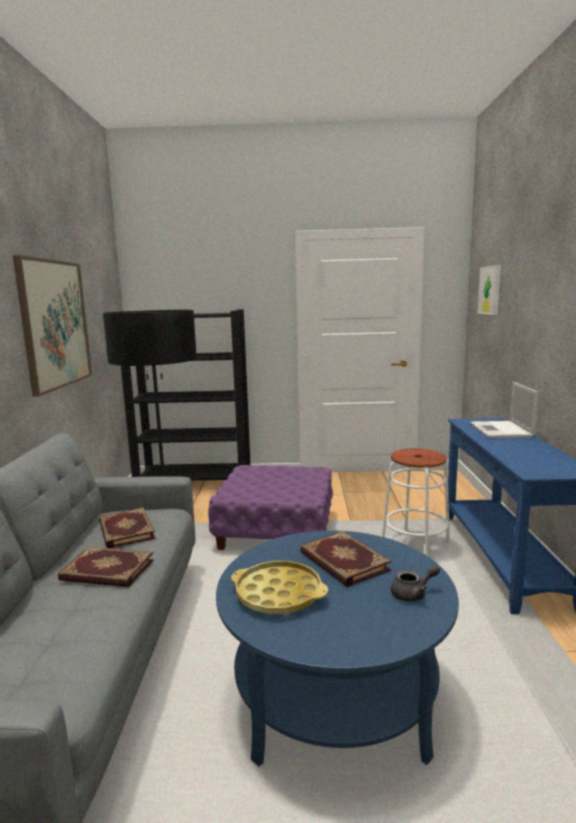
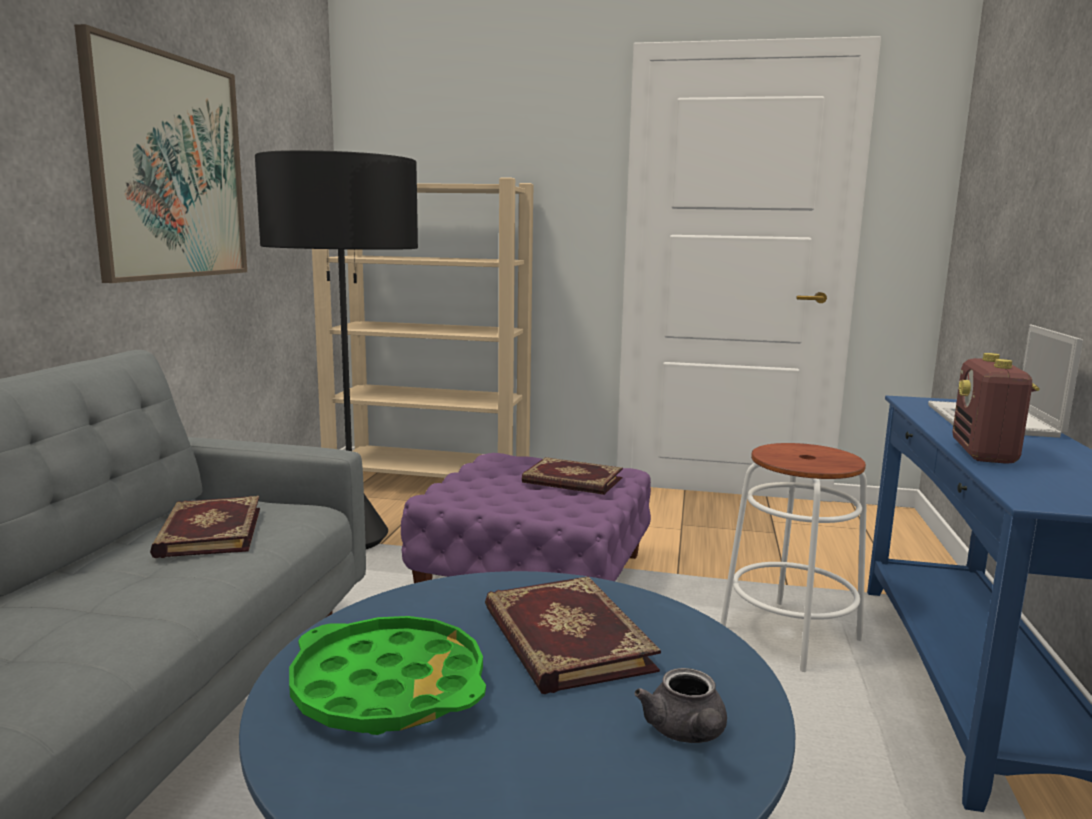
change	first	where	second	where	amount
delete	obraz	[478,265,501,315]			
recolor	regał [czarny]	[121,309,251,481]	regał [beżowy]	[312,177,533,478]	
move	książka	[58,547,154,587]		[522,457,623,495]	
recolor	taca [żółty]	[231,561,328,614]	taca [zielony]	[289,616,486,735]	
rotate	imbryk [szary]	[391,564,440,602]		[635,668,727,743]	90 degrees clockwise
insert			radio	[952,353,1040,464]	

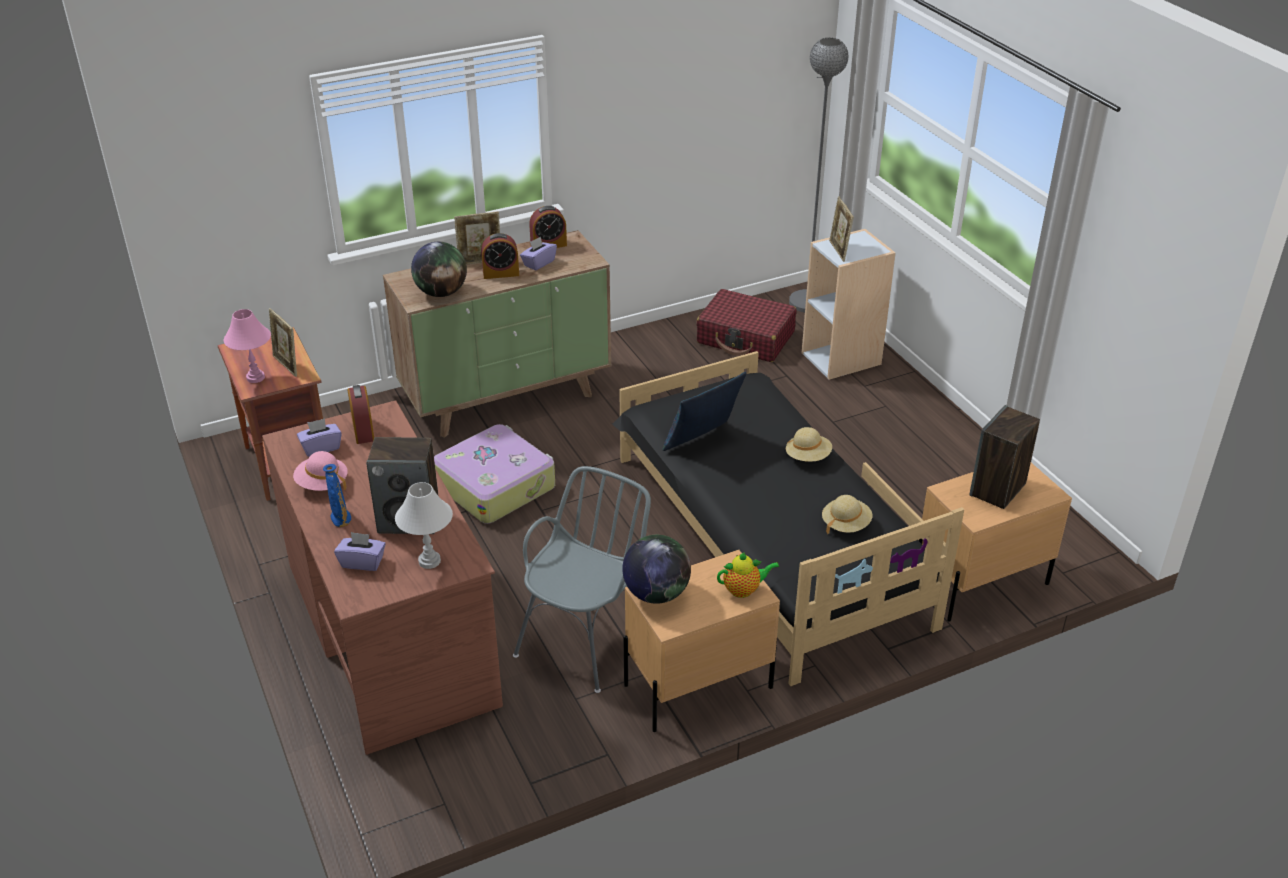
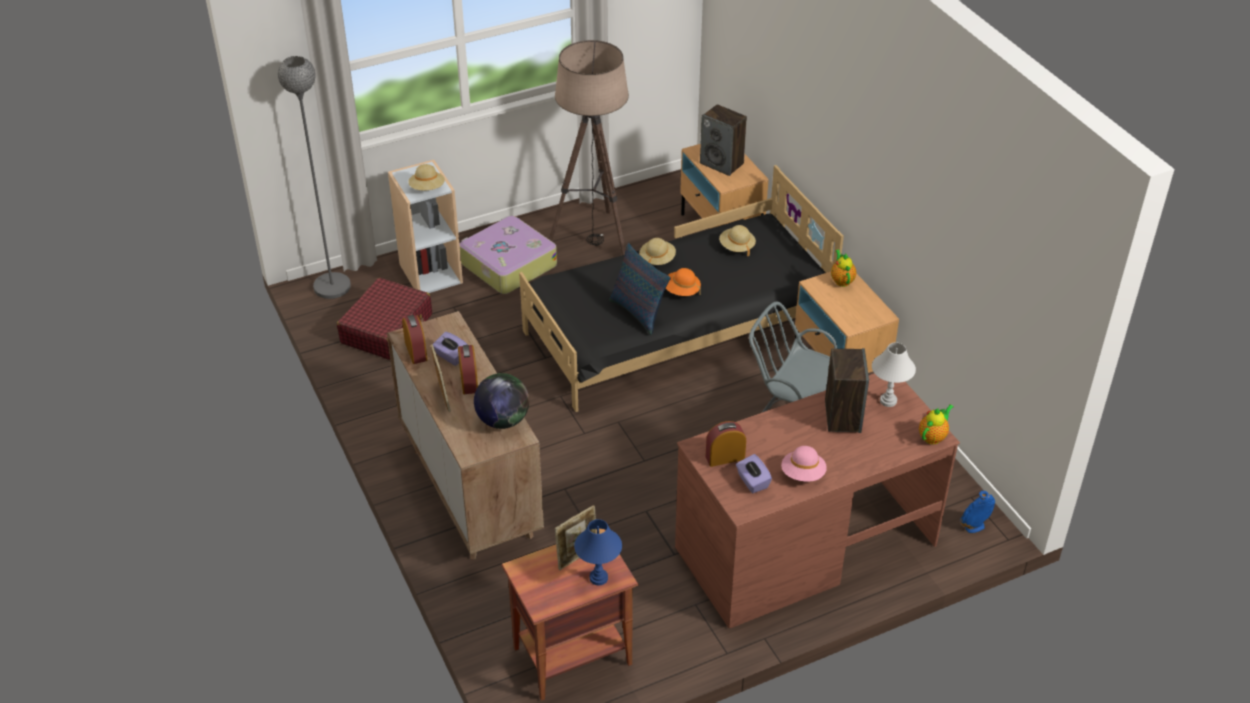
change	first	where	second	where	amount
replace	ramka na zdjęcie	[829,196,854,262]	kapelusz [beżowy]	[408,164,445,191]	
recolor	lampa stołowa [różowy]	[224,309,271,383]	lampa stołowa [niebieski]	[574,519,622,586]	
move	walizka	[434,424,555,524]		[460,216,557,294]	
move	wazon [niebieski]	[323,464,351,527]		[960,491,995,533]	
delete	pudełko chusteczek [fioletowy]	[334,532,386,571]			
delete	globus	[622,535,691,604]			
insert			lampa stojąca	[549,40,629,255]	
insert			kapelusz [pomarańczowy]	[666,268,701,296]	
insert			imbryk	[919,404,954,445]	

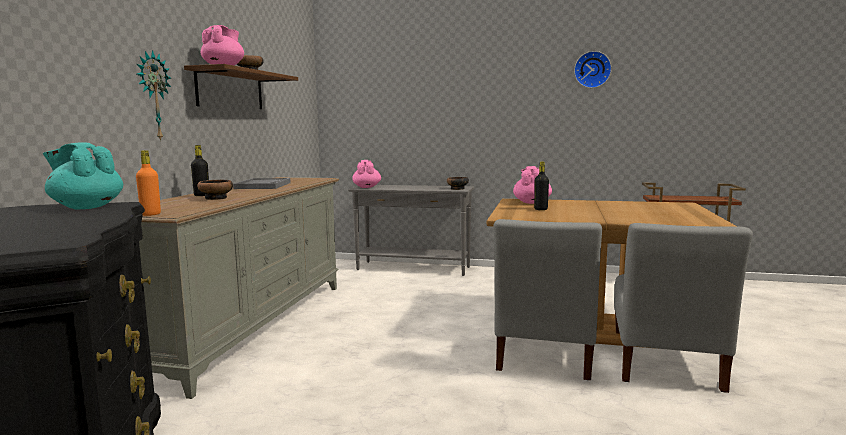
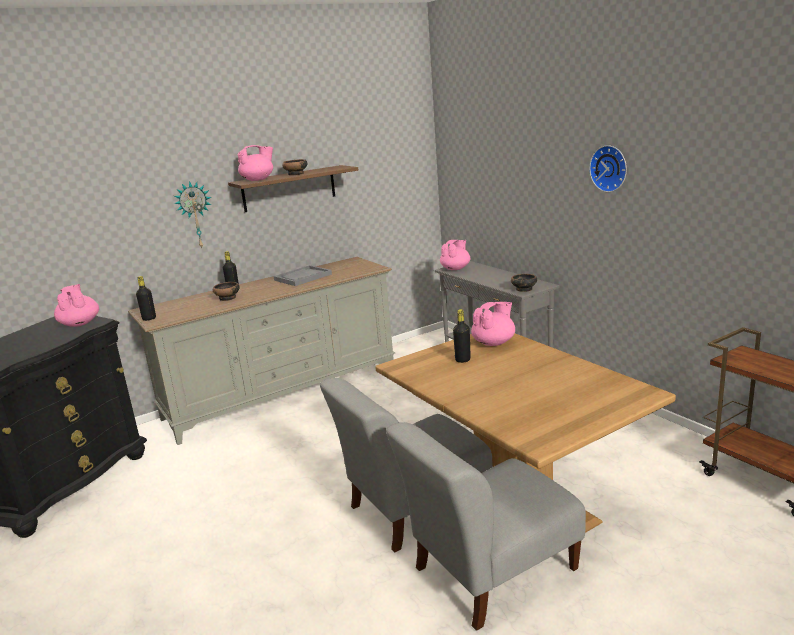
change	first	where	second	where	amount
move	zegar ścienny	[574,51,612,88]		[589,145,627,192]	
recolor	imbryk [turkusowy]	[43,142,123,209]	imbryk [różowy]	[54,284,99,327]	
recolor	butelka [pomarańczowy]	[136,150,161,216]	butelka [czarny]	[136,276,156,321]	

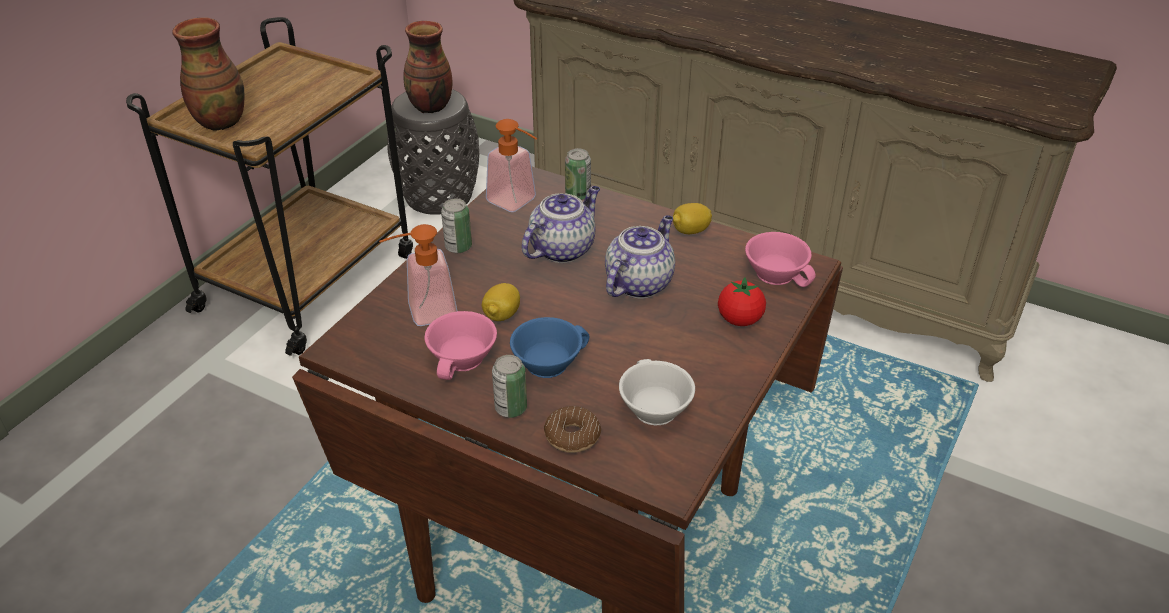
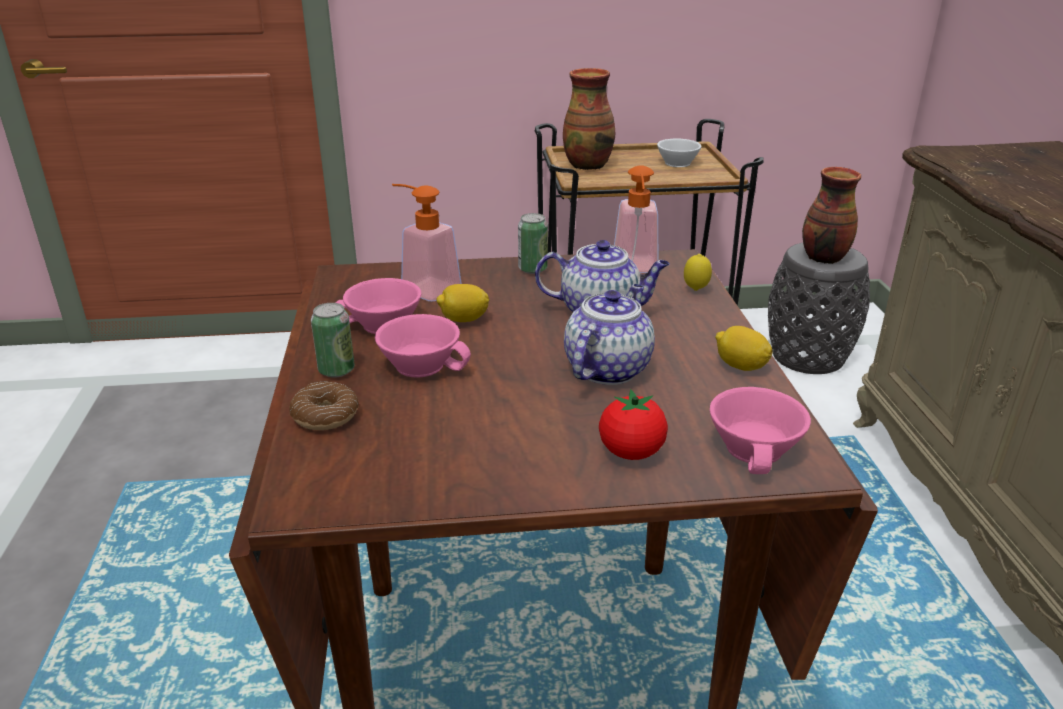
change	first	where	second	where	amount
replace	puszka	[565,148,591,200]	cytryna	[684,254,712,291]	
rotate	imbryk	[605,215,675,299]		[564,284,655,385]	60 degrees counterclockwise
recolor	filiżanka [niebieski]	[510,317,590,378]	filiżanka [różowy]	[375,314,471,378]	
move	filiżanka [biały]	[619,359,695,425]		[657,139,702,167]	

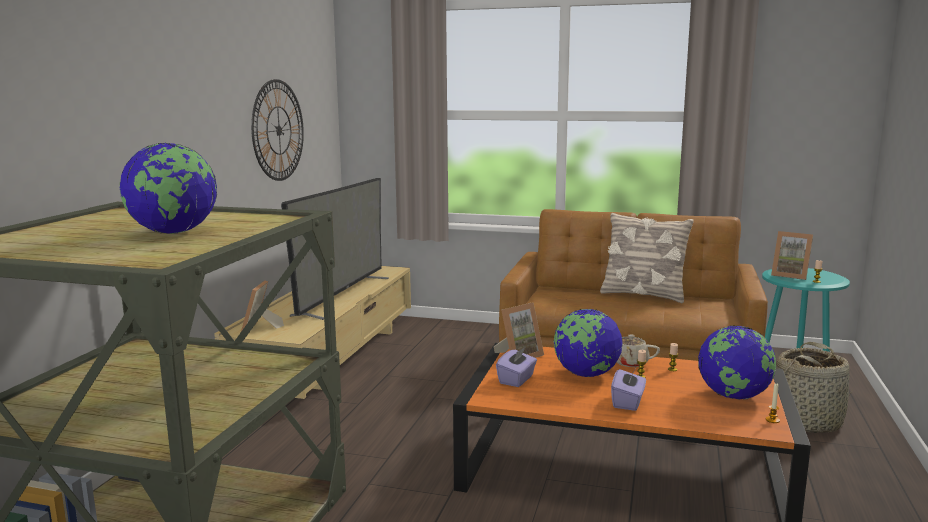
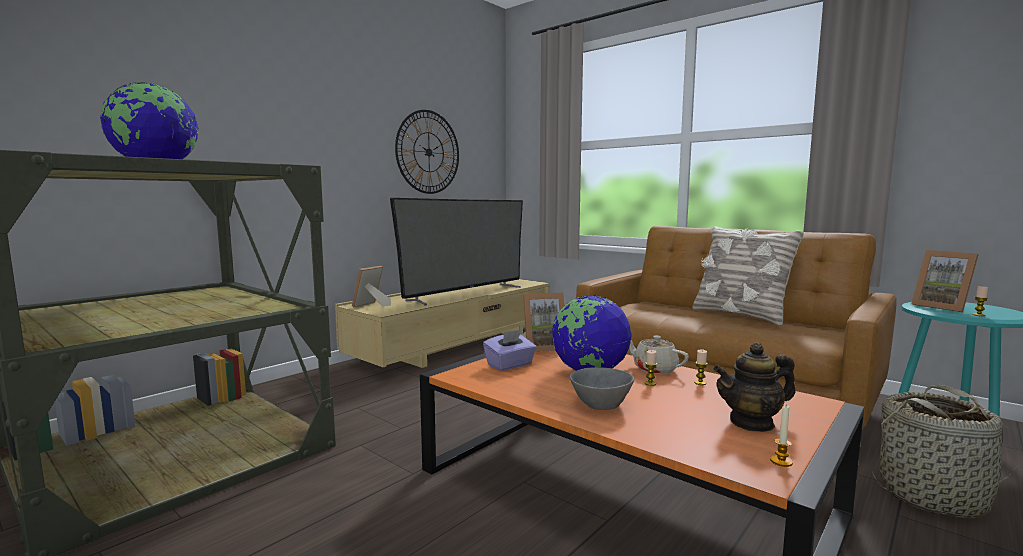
change	first	where	second	where	amount
replace	globus	[698,325,776,400]	imbryk	[713,343,796,432]	
replace	pudełko chusteczek [fioletowy]	[611,366,646,411]	miska [szary]	[570,367,634,410]	

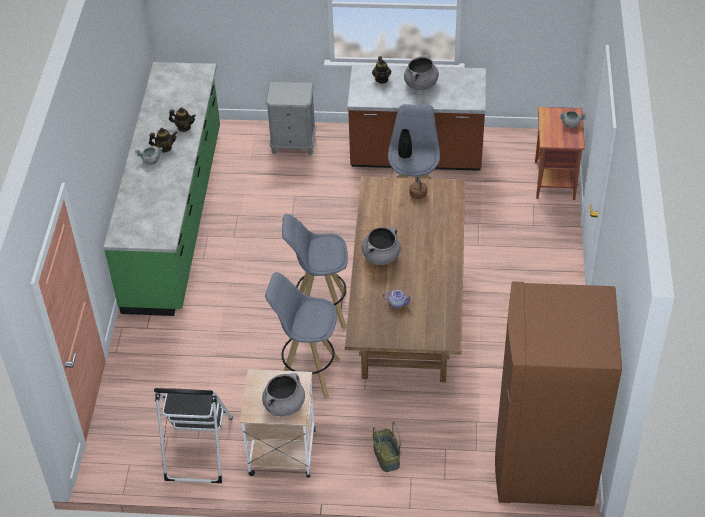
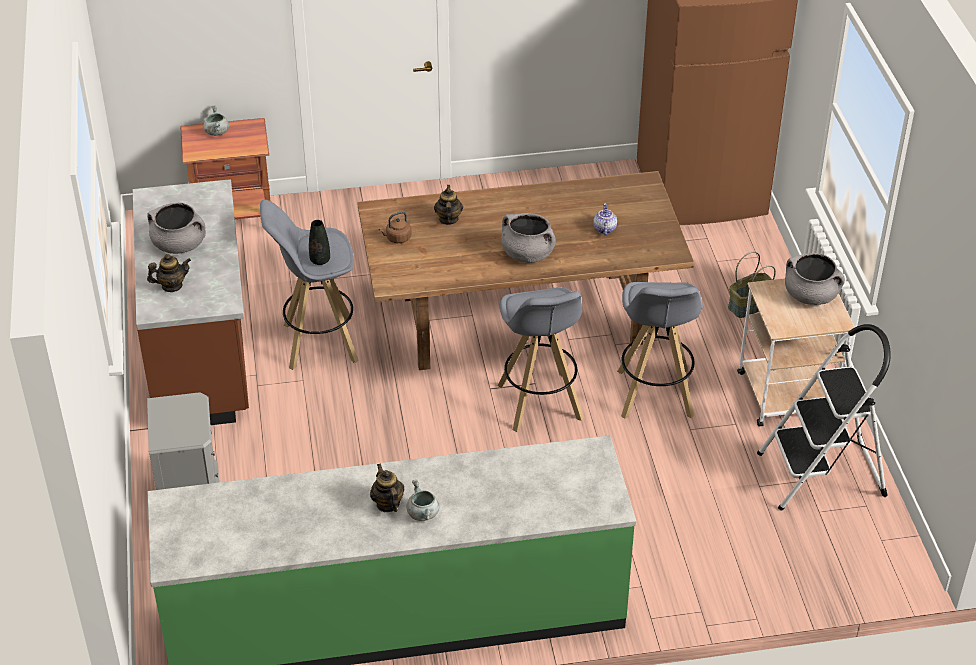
change	first	where	second	where	amount
move	imbryk	[169,107,196,132]		[434,185,463,225]	

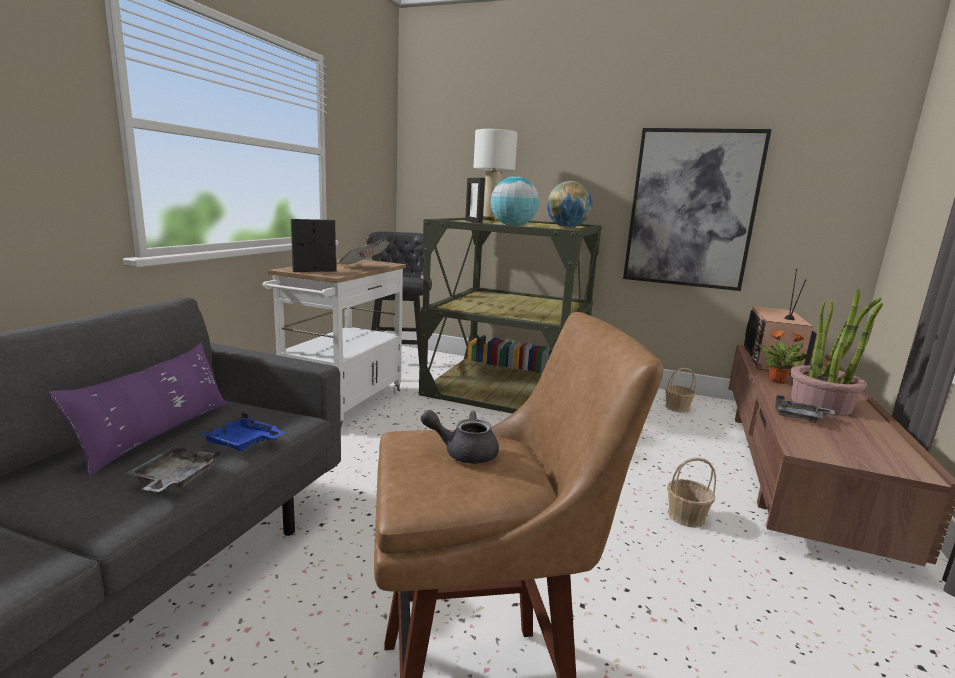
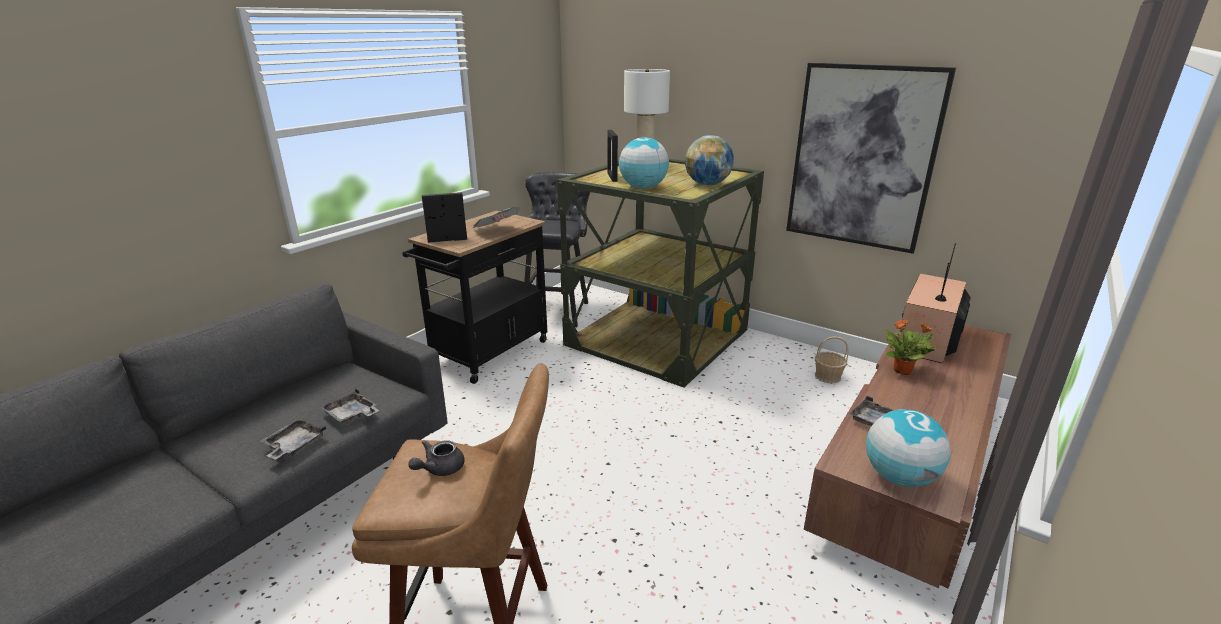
change	first	where	second	where	amount
recolor	wózek [biały]	[262,259,406,430]	wózek [czarny]	[402,211,547,384]	
delete	roślina doniczkowa	[790,289,883,415]			
delete	poduszka [fioletowy]	[48,343,227,478]			
rotate	imbryk [szary]	[421,410,499,464]		[408,440,465,476]	75 degrees counterclockwise
recolor	taca [niebieski]	[199,412,285,451]	taca [szary]	[320,388,379,424]	
delete	koszyk	[667,457,716,528]			
insert			globus	[866,409,951,487]	

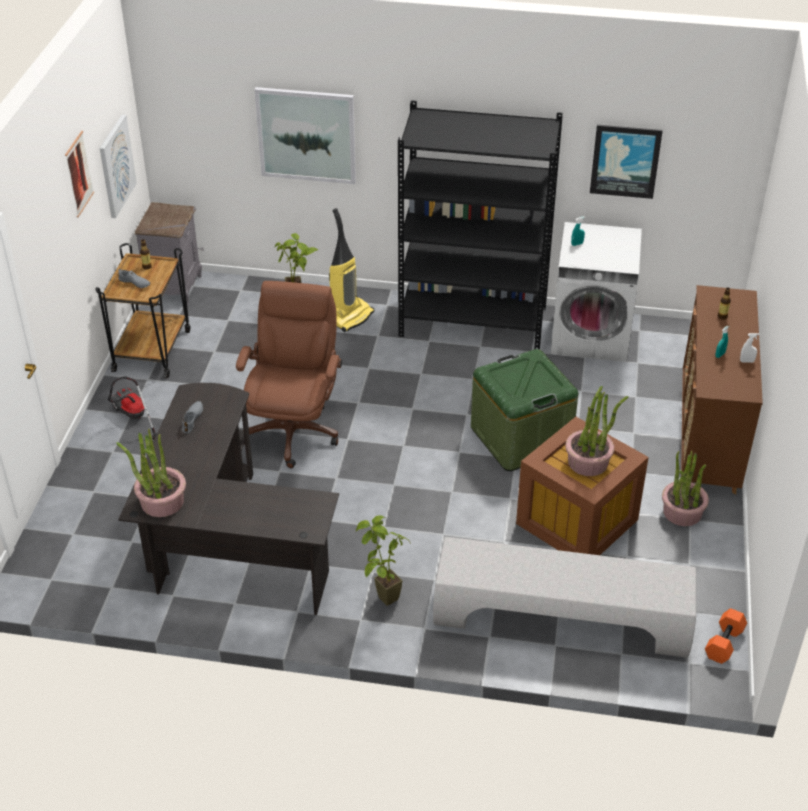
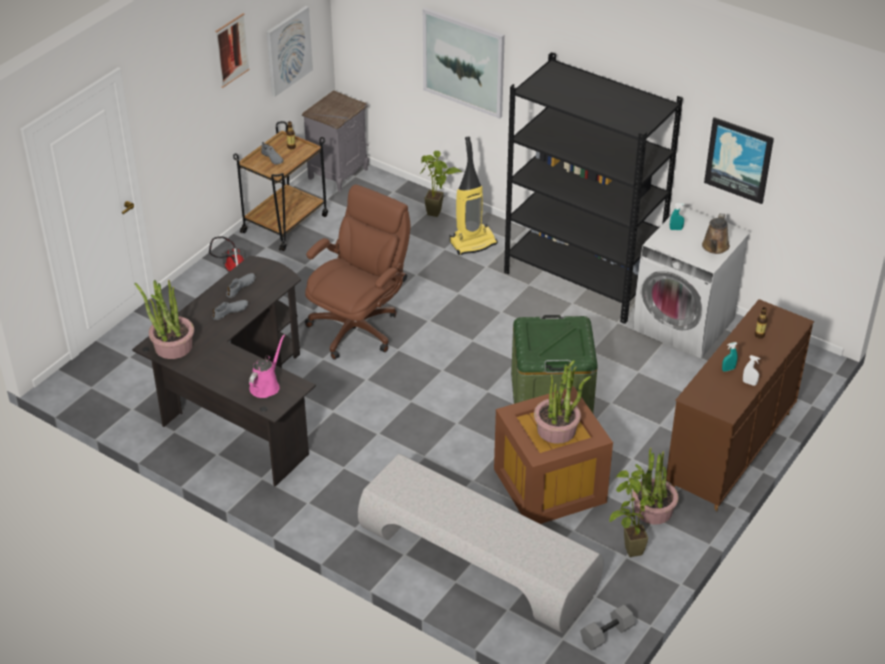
change	first	where	second	where	amount
move	roślina doniczkowa	[355,515,411,606]		[609,470,662,557]	
recolor	hantel [pomarańczowy]	[705,608,747,664]	hantel [szary]	[580,605,635,651]	
insert			konewka [brązowy]	[702,213,730,254]	
insert			but [szary]	[212,300,248,320]	
insert			konewka [różowy]	[249,334,285,398]	

